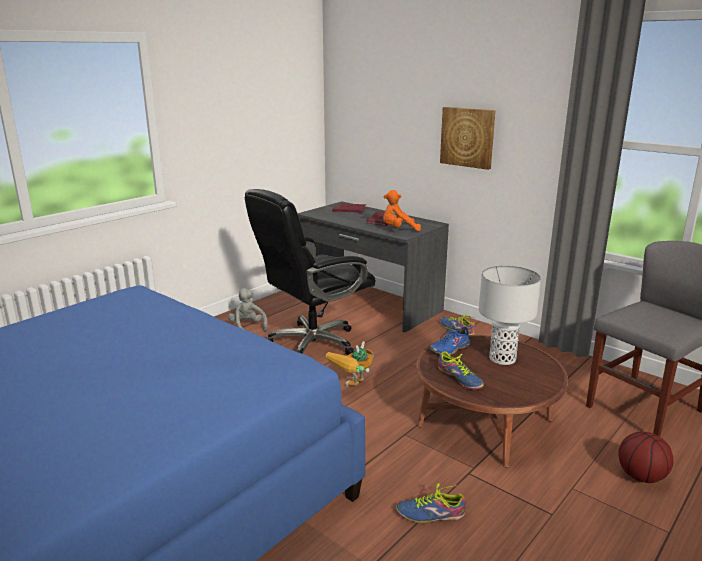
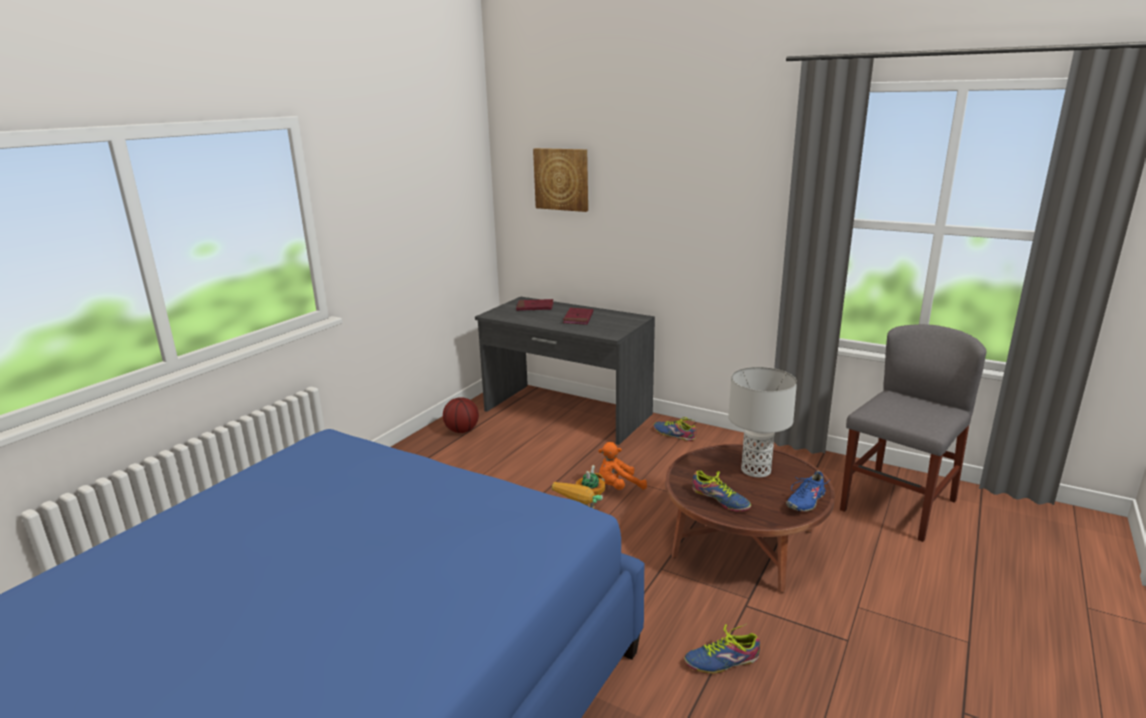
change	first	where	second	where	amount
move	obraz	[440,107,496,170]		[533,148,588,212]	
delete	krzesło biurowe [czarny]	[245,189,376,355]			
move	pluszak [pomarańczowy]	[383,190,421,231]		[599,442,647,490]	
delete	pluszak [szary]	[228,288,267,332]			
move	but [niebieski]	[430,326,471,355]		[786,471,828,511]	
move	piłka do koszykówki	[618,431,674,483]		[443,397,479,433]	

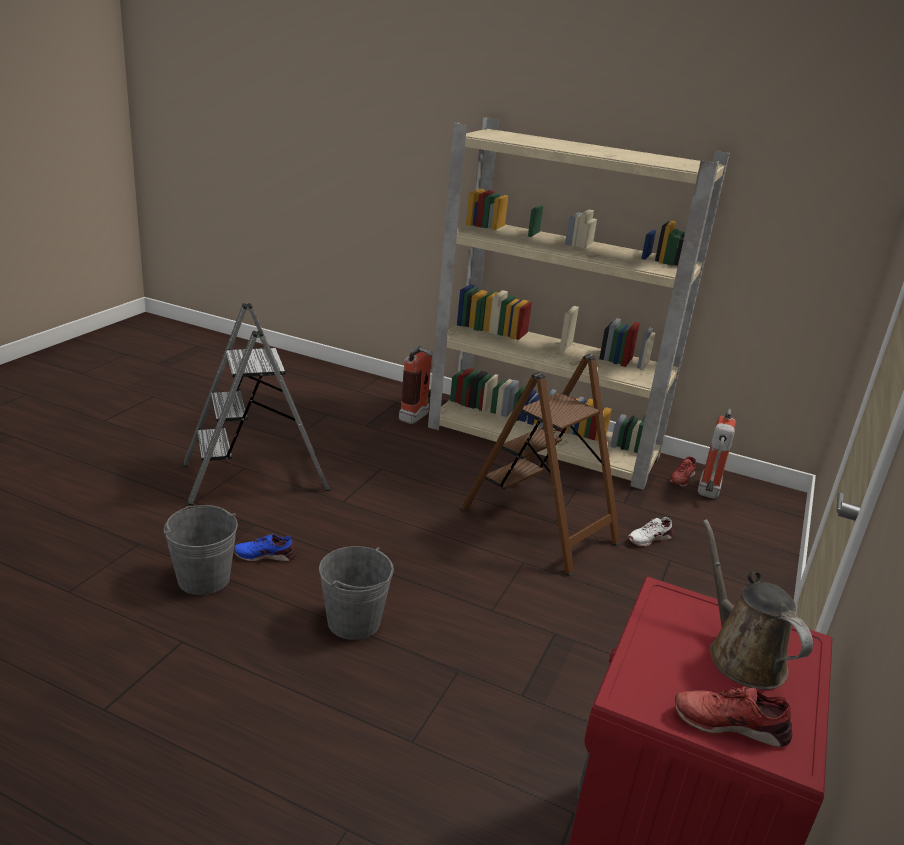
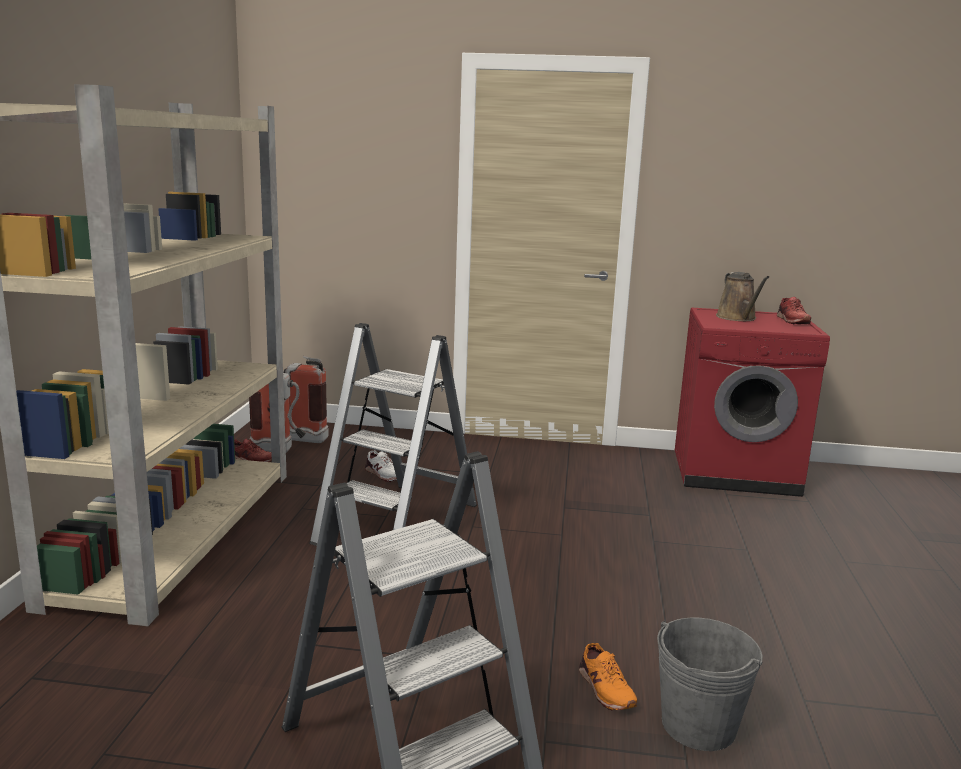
change	first	where	second	where	amount
move	gaśnica	[399,344,433,424]		[283,356,329,443]	
recolor	drabinka [brązowy]	[459,354,621,577]	drabinka [szary]	[309,323,477,546]	
rotate	konewka [brązowy]	[703,519,813,690]		[716,272,770,321]	60 degrees counterclockwise
recolor	but [niebieski]	[234,534,296,561]	but [pomarańczowy]	[579,643,637,710]	
delete	wiadro [szary]	[319,546,394,640]			

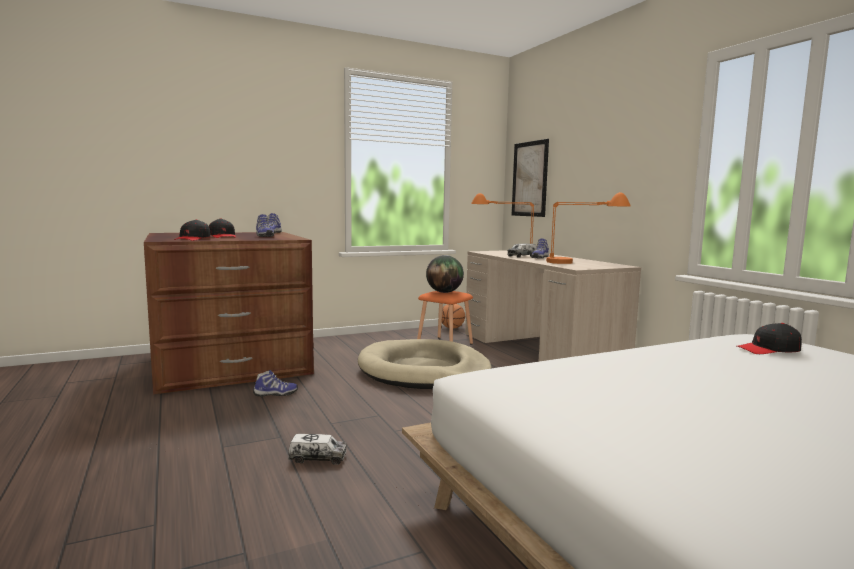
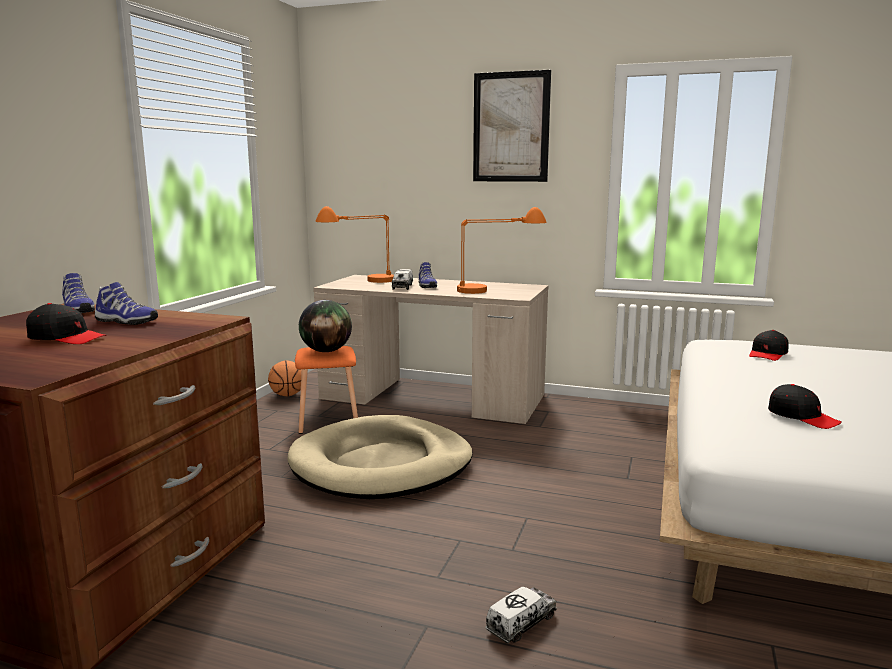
change	first	where	second	where	amount
move	obraz	[512,139,549,217]		[473,70,551,182]	
move	czapka z daszkiem [czarny]	[174,219,211,241]		[768,384,842,429]	
delete	but	[253,370,298,397]			

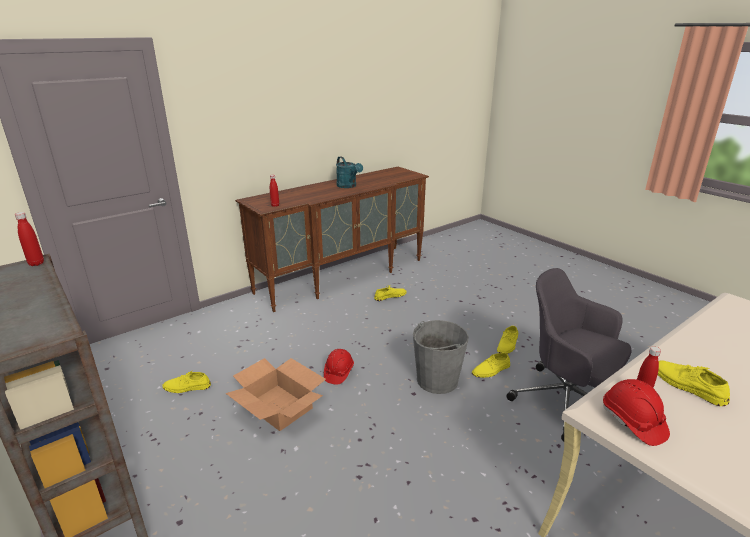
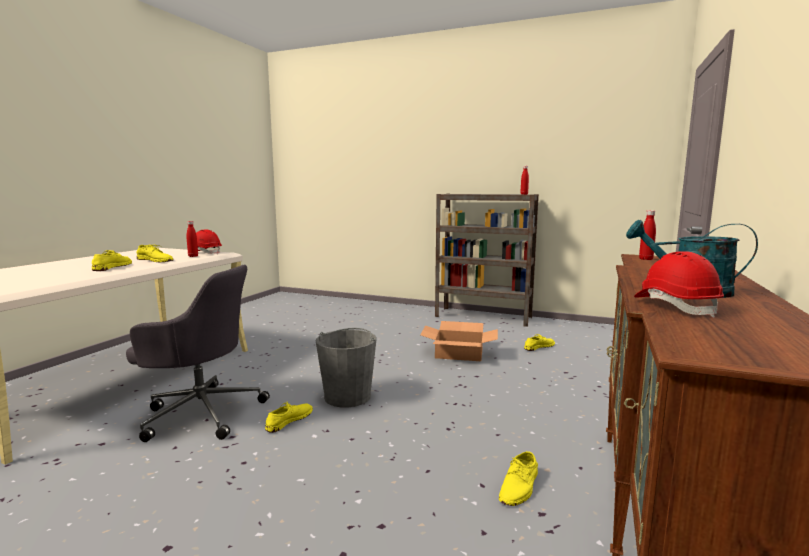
change	first	where	second	where	amount
move	but [żółty]	[497,326,518,354]		[92,250,132,271]	
move	kask [czerwony]	[324,349,354,385]		[634,251,724,318]	

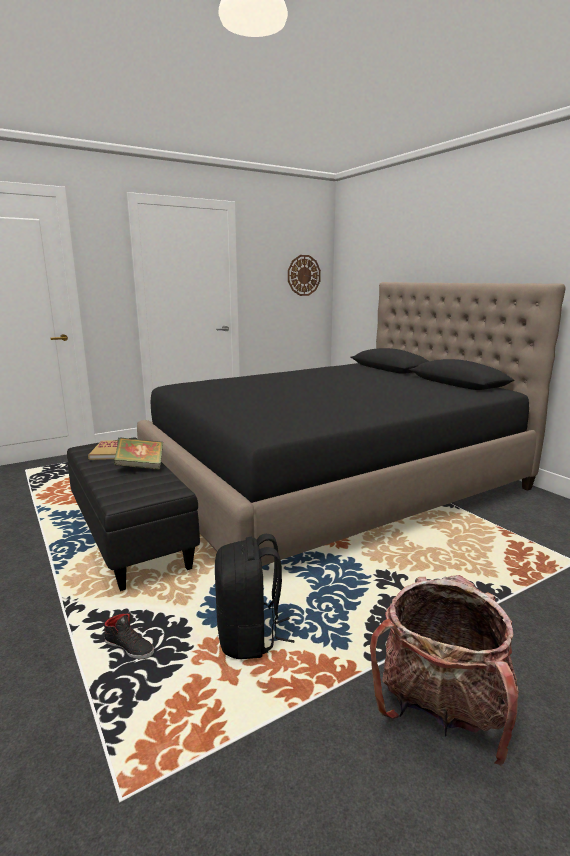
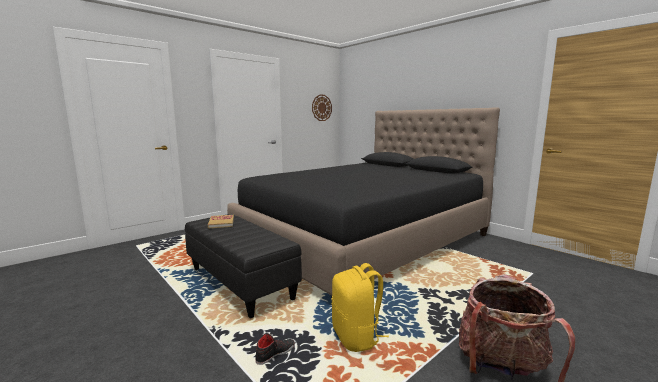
change	first	where	second	where	amount
delete	książka	[114,437,163,470]			
recolor	plecak [czarny]	[215,534,295,659]	plecak [żółty]	[331,263,389,352]	
rotate	but [czarny]	[104,612,154,659]		[255,334,295,365]	60 degrees counterclockwise

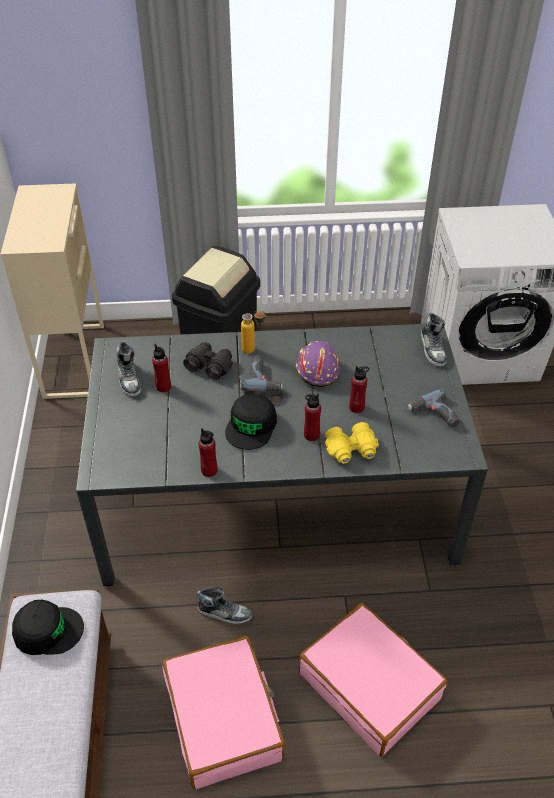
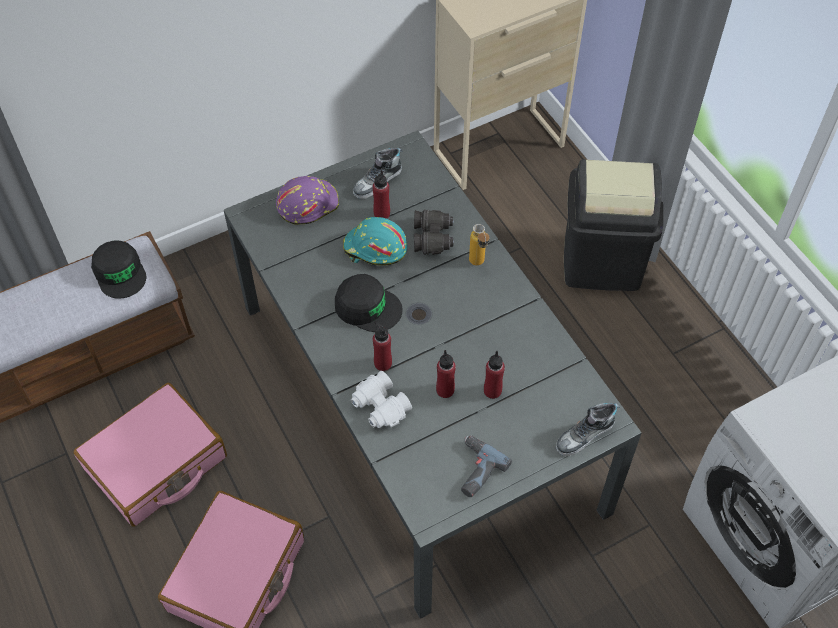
change	first	where	second	where	amount
move	kask [fioletowy]	[295,341,340,387]		[276,176,339,225]	
delete	wiertarka	[241,355,284,391]			
rotate	czapka z daszkiem [czarny]	[225,394,277,450]		[335,274,403,332]	150 degrees counterclockwise
recolor	lornetka [żółty]	[325,422,379,464]	lornetka [biały]	[351,371,412,428]	
move	butelka [czerwony]	[198,428,218,477]		[484,351,505,399]	
delete	but	[197,586,252,624]			
insert			kask [turkusowy]	[343,217,408,266]	

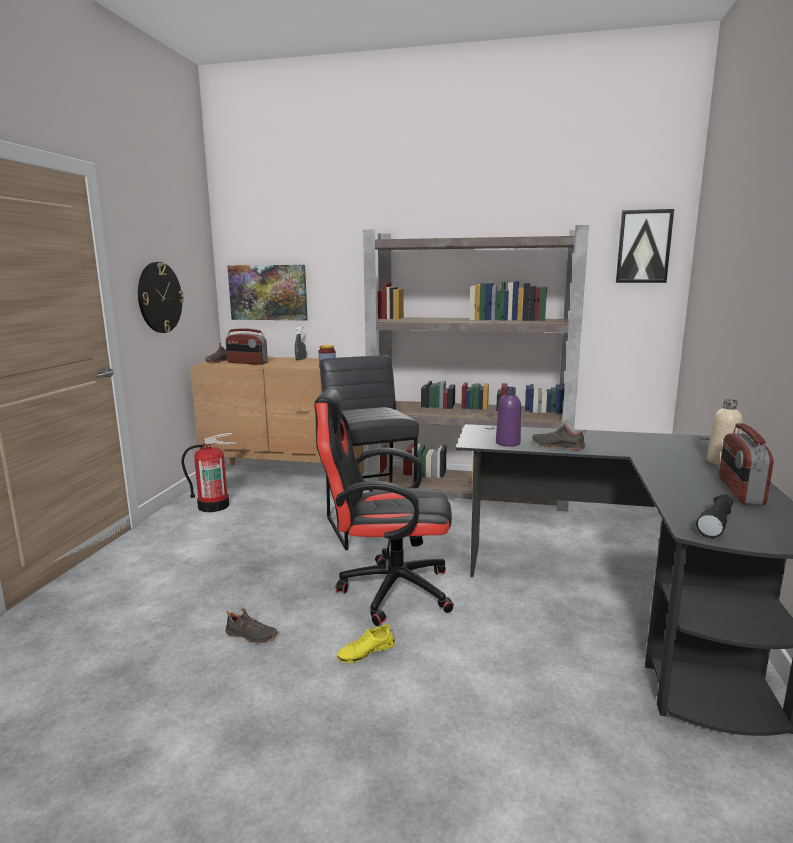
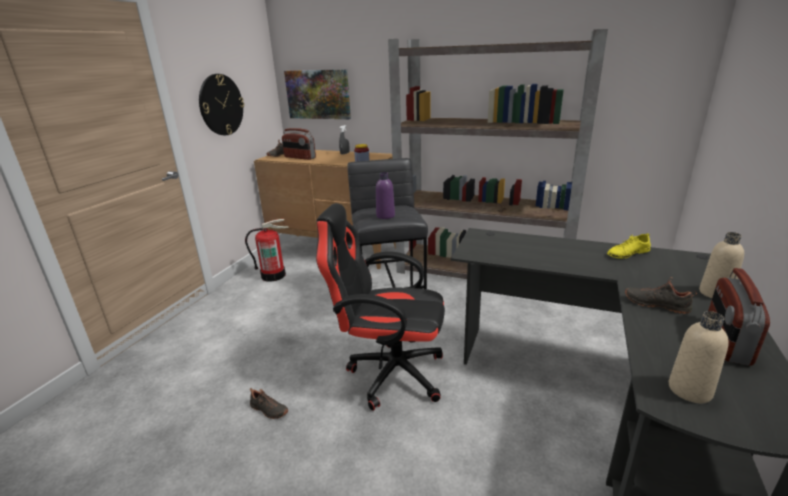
change	first	where	second	where	amount
delete	obraz	[616,209,674,283]			
move	butelka [fioletowy]	[496,387,521,447]		[376,172,395,219]	
move	but [czarny]	[532,420,586,450]		[625,277,697,314]	
replace	latarka [czarny]	[696,494,733,538]	butelka [beżowy]	[669,311,729,403]	
move	but [żółty]	[337,624,395,663]		[607,233,651,259]	

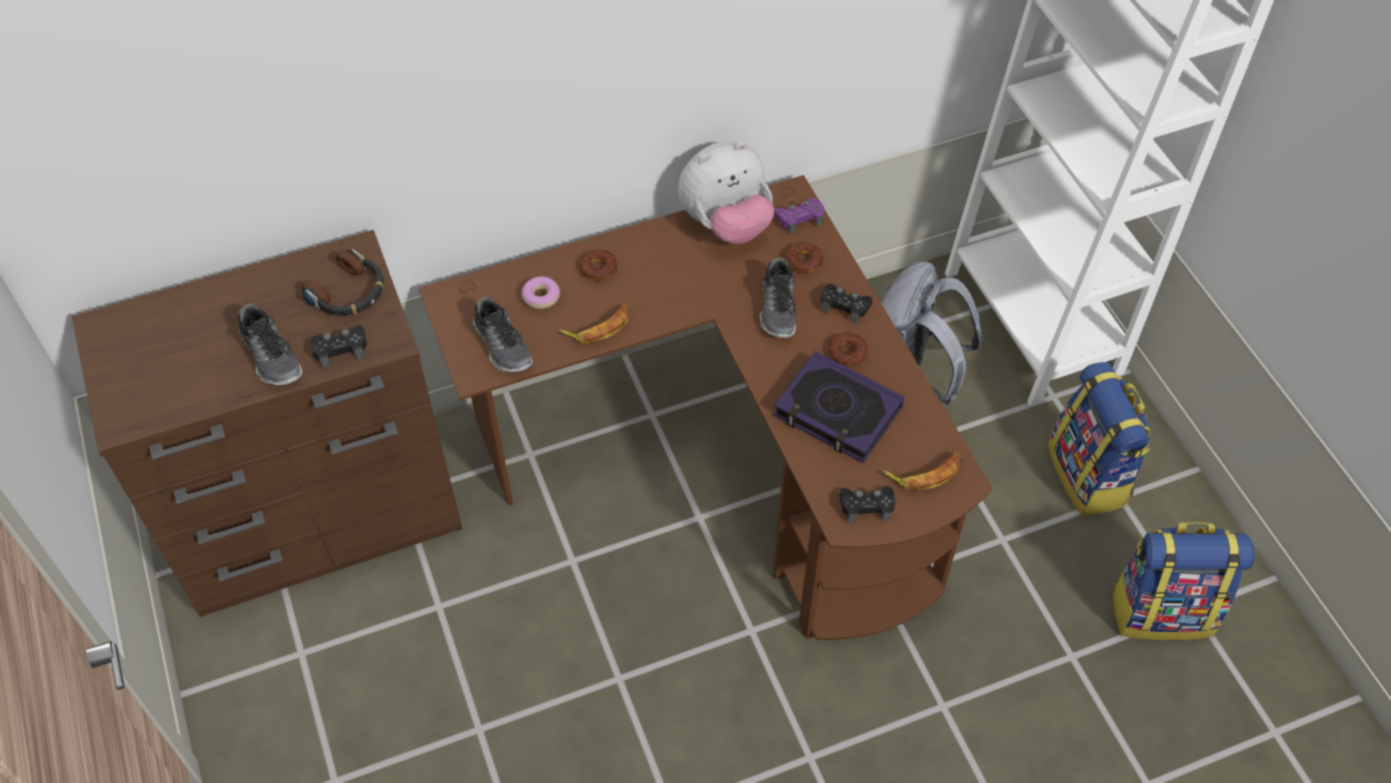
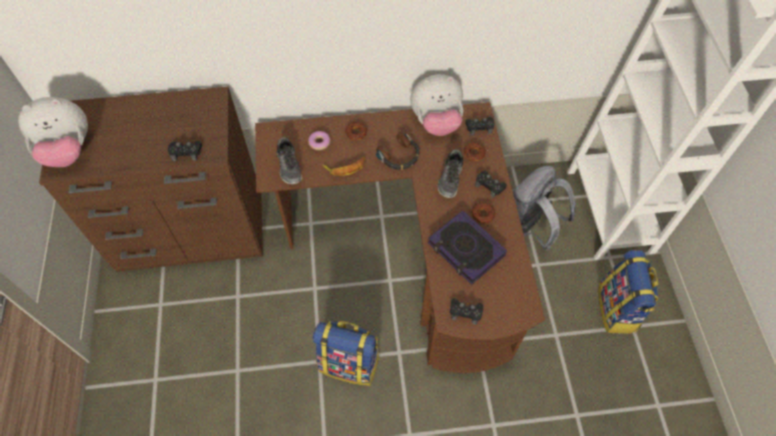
change	first	where	second	where	amount
recolor	pad do gier [fioletowy]	[774,198,824,234]	pad do gier [czarny]	[465,117,495,136]	
move	słuchawki	[301,249,384,316]		[376,133,420,170]	
delete	but	[238,304,302,385]			
delete	banan	[882,451,962,491]			
move	plecak	[1112,522,1255,640]		[312,321,380,386]	
insert			pluszak	[18,97,88,167]	

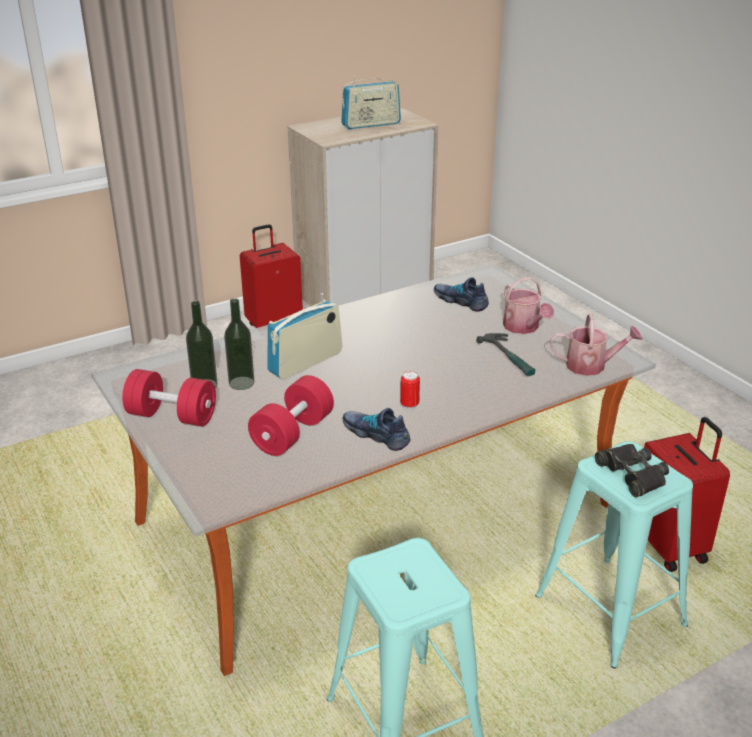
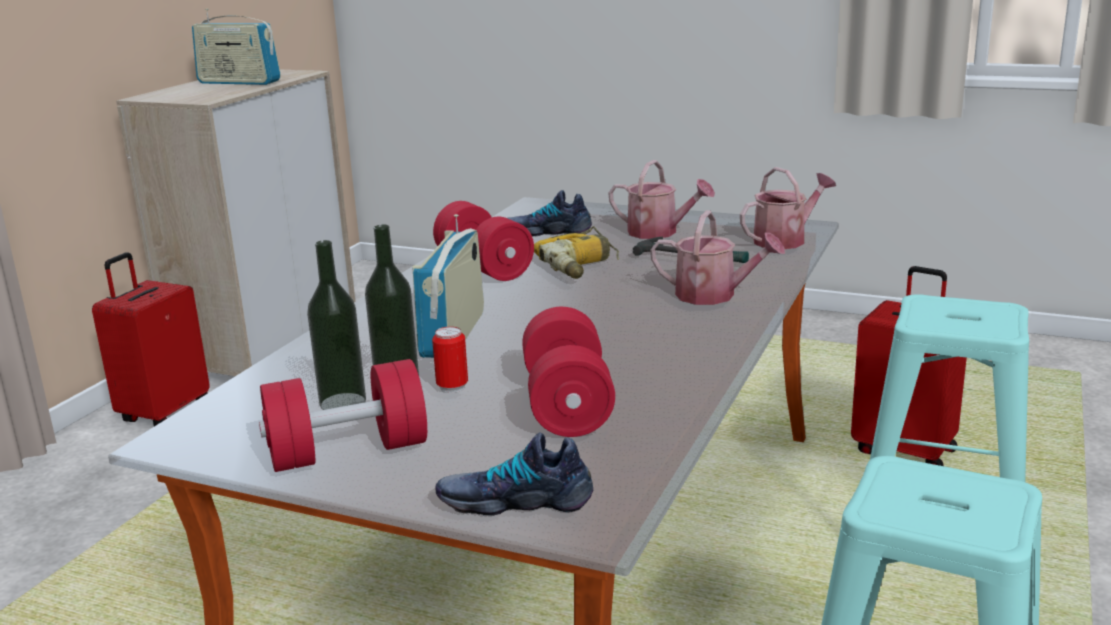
change	first	where	second	where	amount
rotate	radio	[341,76,401,129]		[192,9,281,85]	75 degrees clockwise
move	puszka	[400,371,420,409]		[432,326,468,393]	
move	but	[342,408,410,451]		[435,432,593,516]	
delete	lornetka [czarny]	[595,444,669,497]			
insert			hantel [czerwony]	[433,201,534,281]	
insert			konewka	[650,210,785,305]	
insert			wiertarka	[534,226,619,279]	

